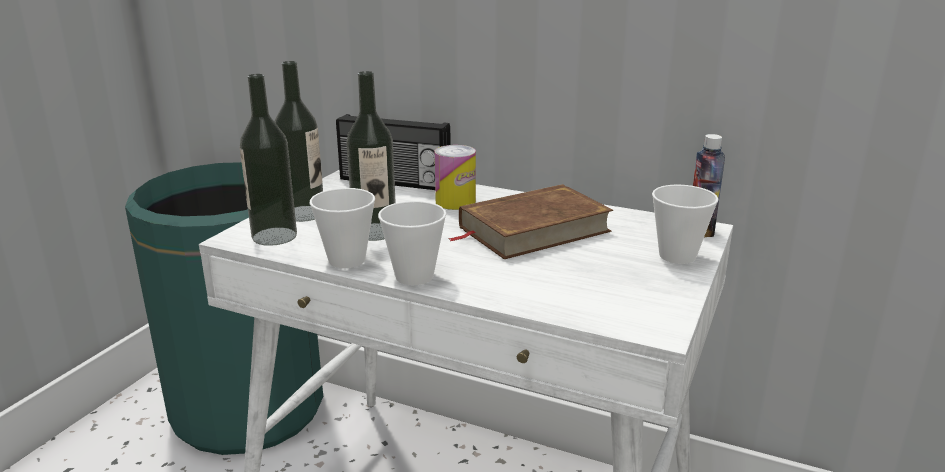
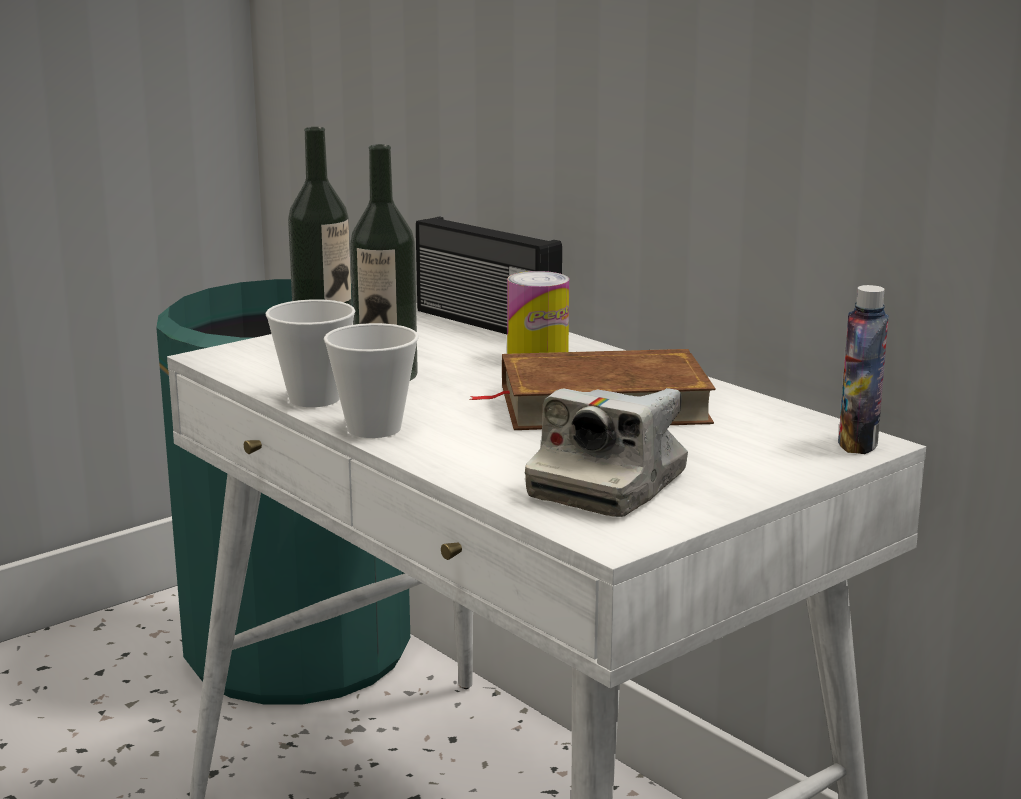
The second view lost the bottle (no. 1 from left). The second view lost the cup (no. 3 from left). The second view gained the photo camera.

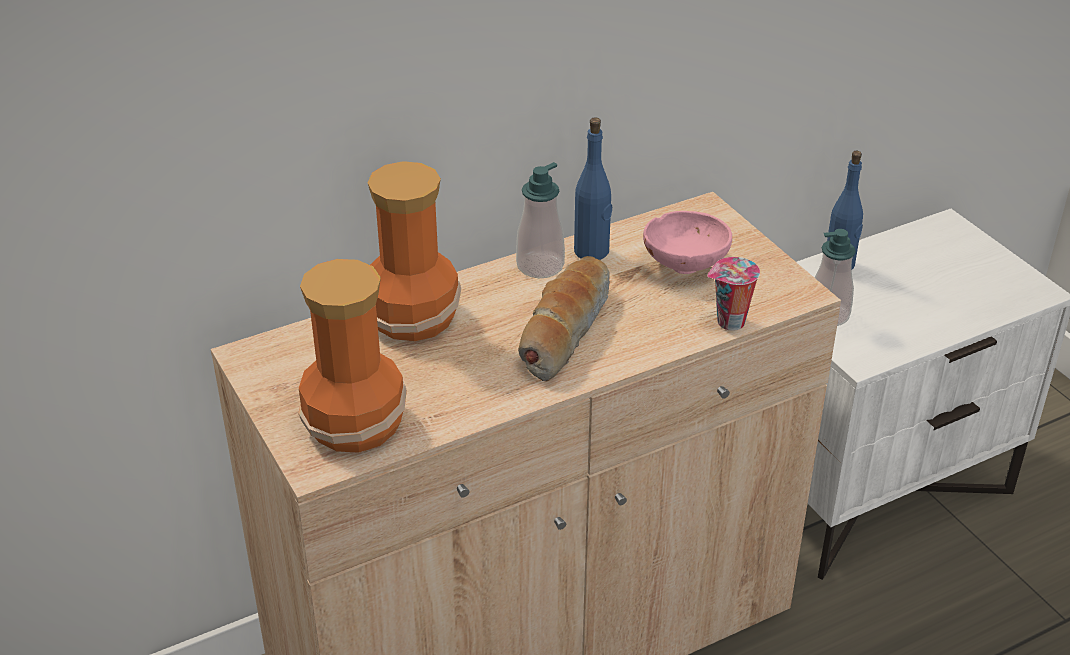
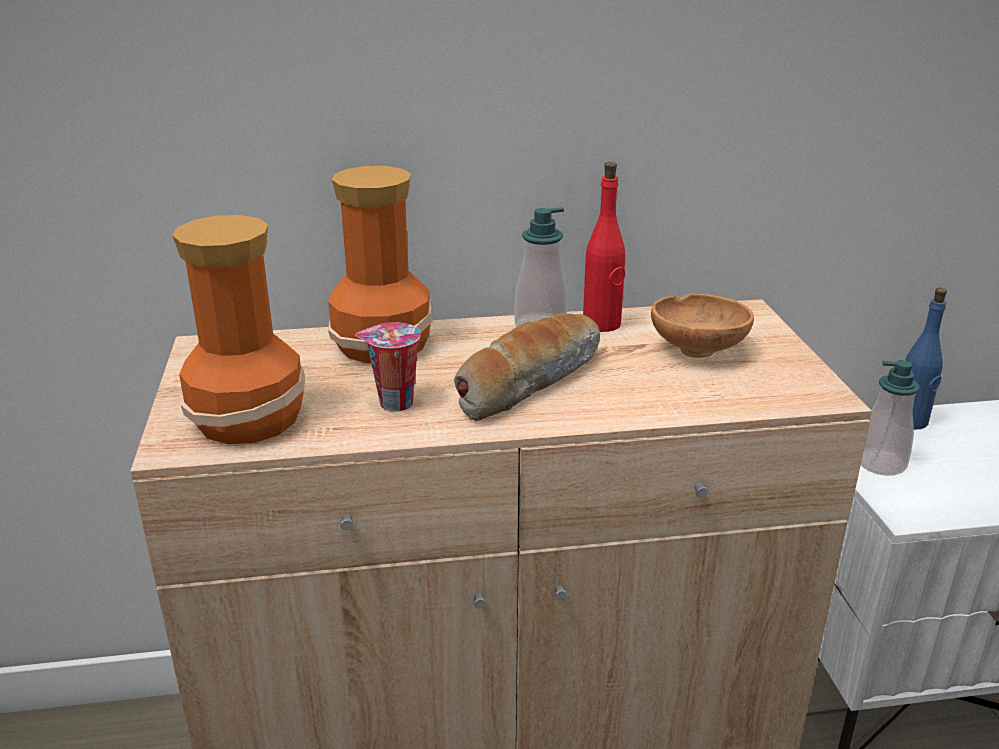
What was the blue bottle (no. 1 from left) turned into the red bottle. What was the pink bowl turned into the brown bowl. The cup ended up elsewhere.

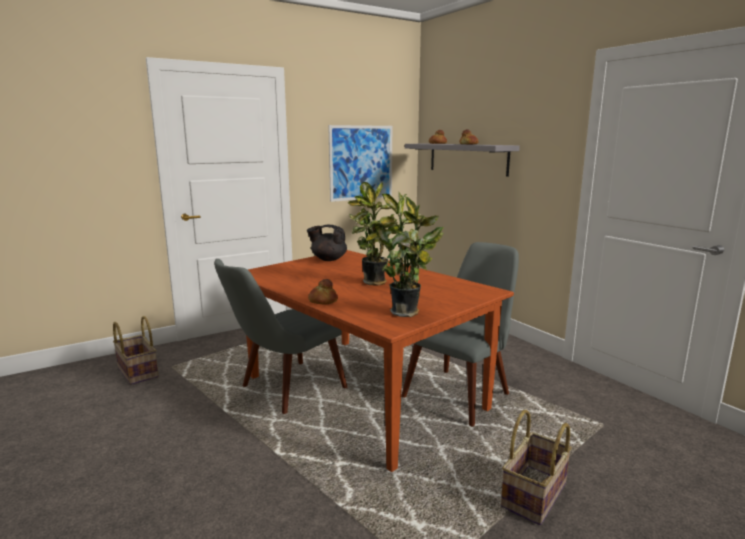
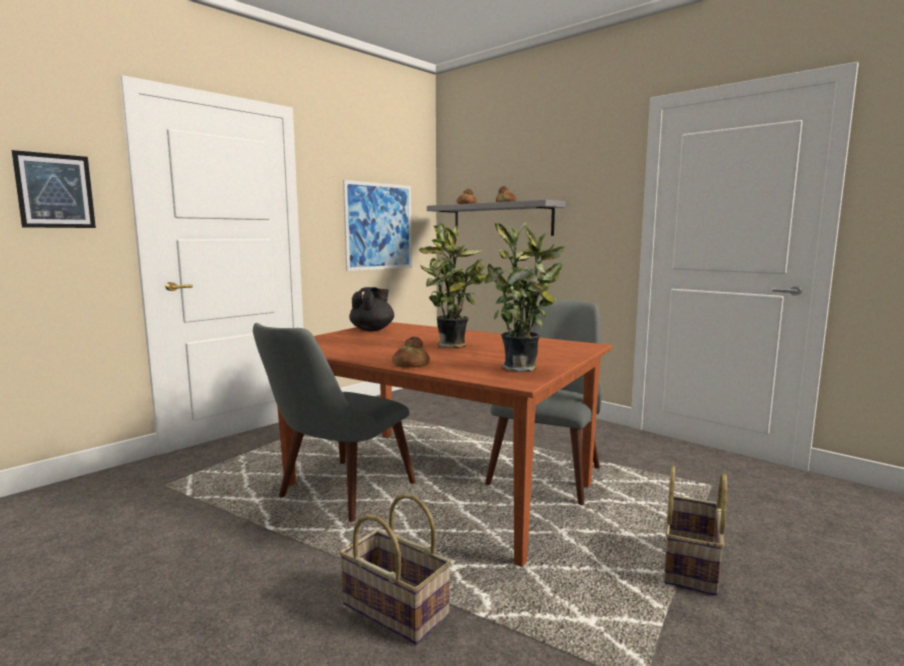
The black teapot ended up facing another way, 120 degrees clockwise from before. The basket (no. 1 from left) ended up elsewhere. The second view gained the picture (no. 1 from left).

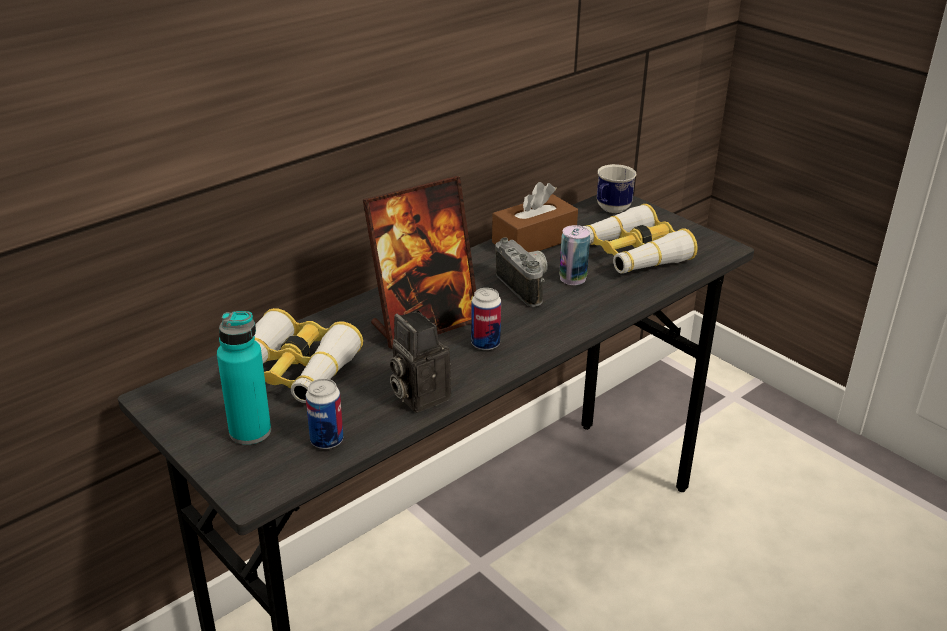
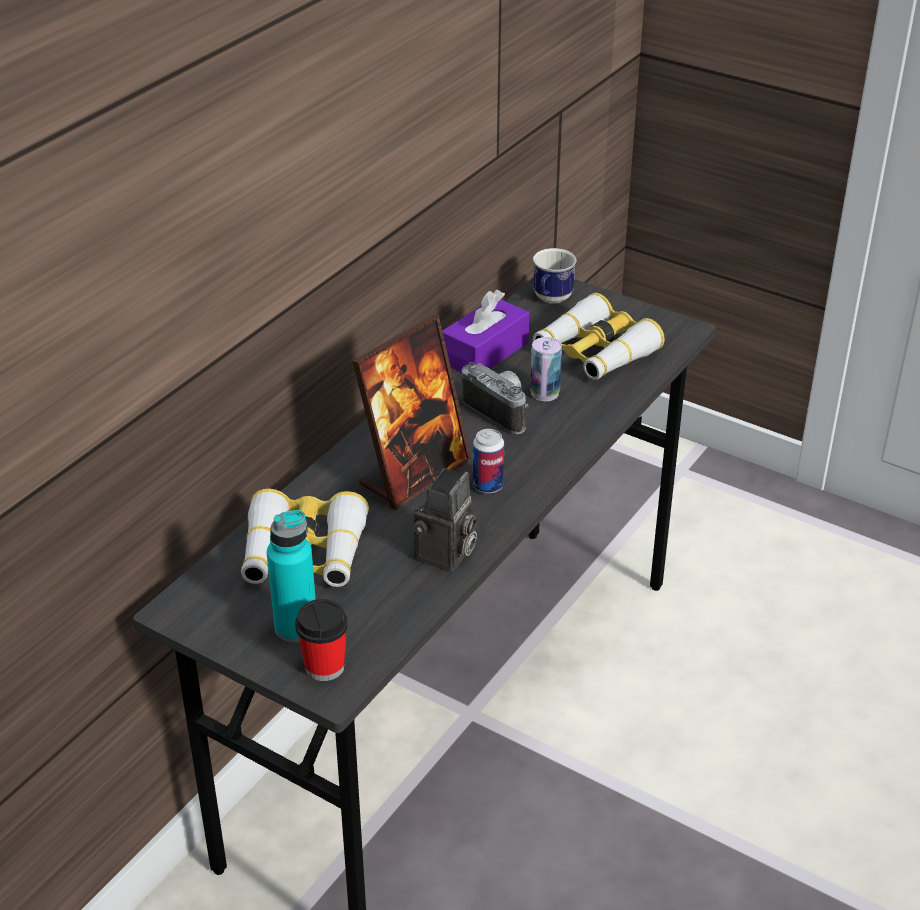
What was the brown tissue box turned into the purple tissue box. The photo camera (no. 1 from left) ended up facing another way, 105 degrees counterclockwise from before. The second view lost the can (no. 1 from left). The second view gained the cup.

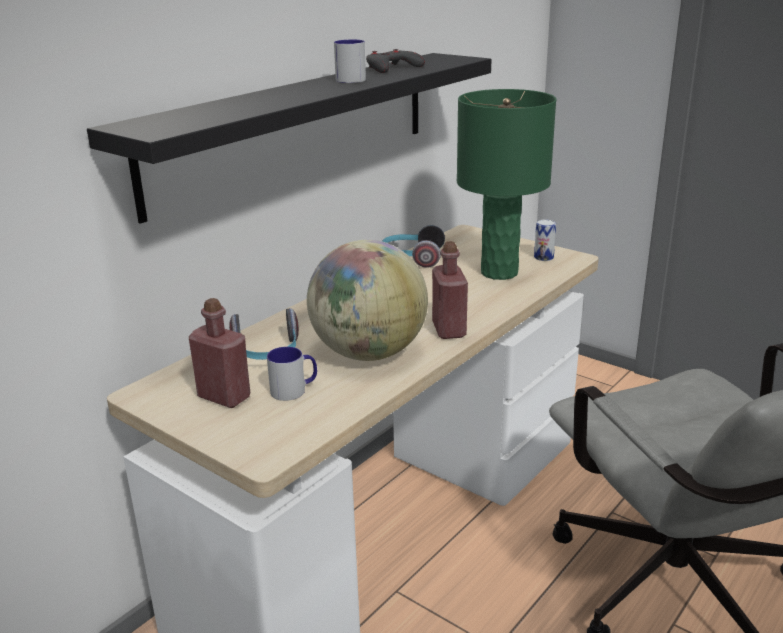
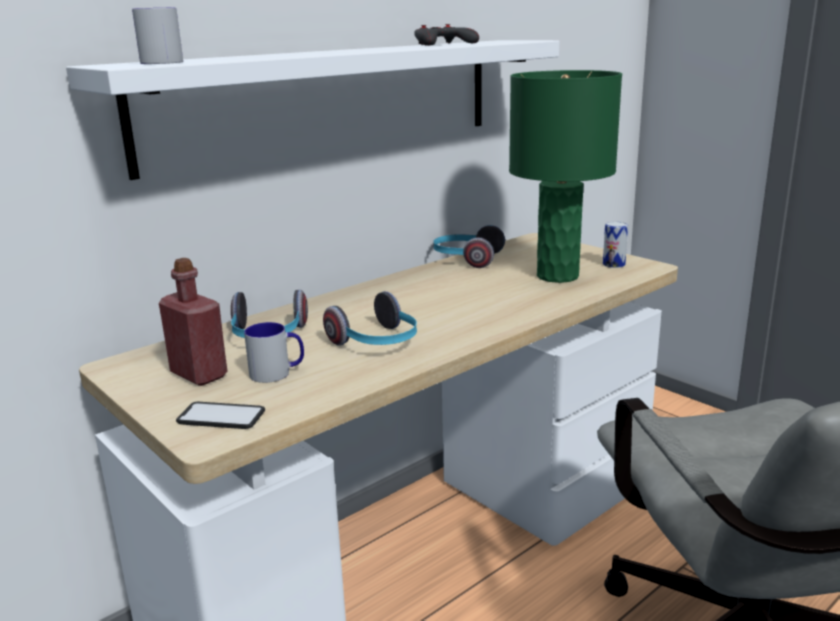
The mug (no. 2 from left in the first image) ended up elsewhere. What was the black shelf turned into the white shelf. Where the globe stood, the headphones (no. 2 from left) came to stand. The second view lost the red bottle (no. 2 from left). The second view gained the phone.

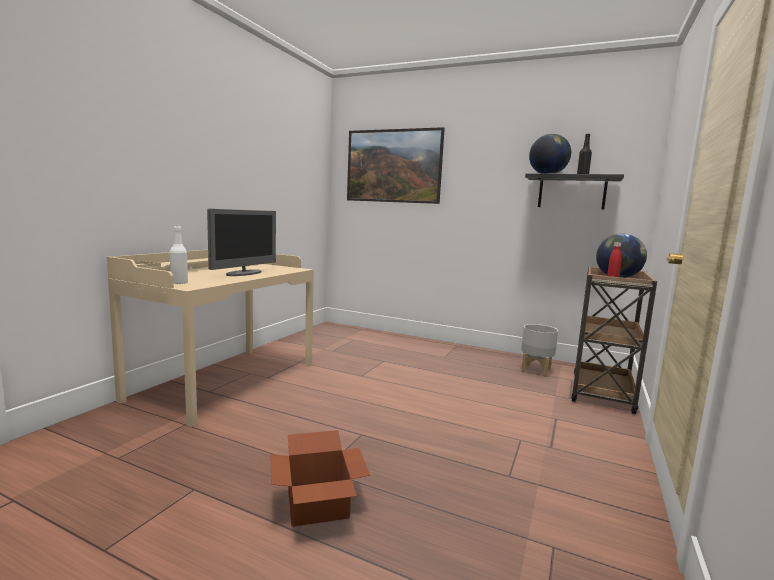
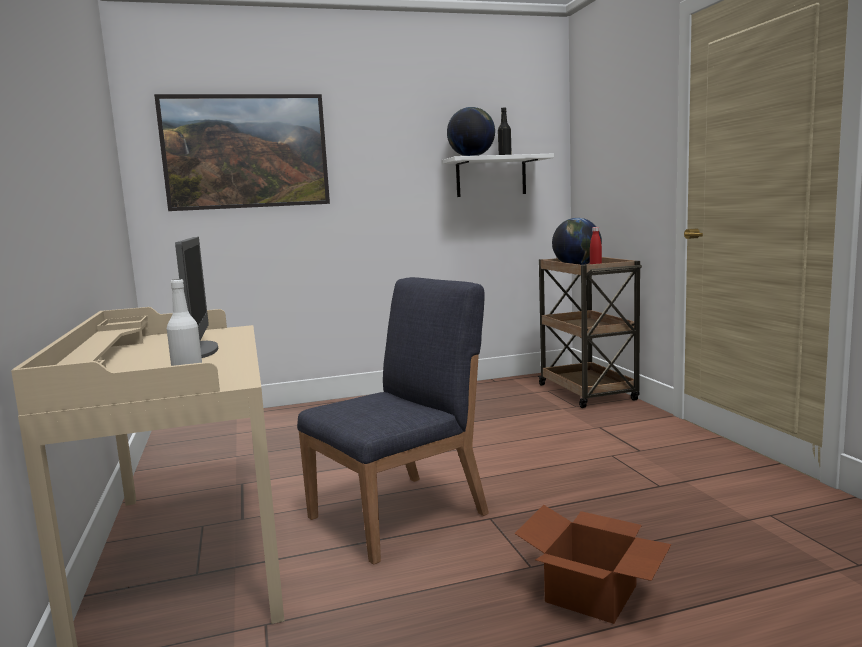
What was the black shelf turned into the white shelf. The second view lost the grey planter. The second view gained the blue chair.

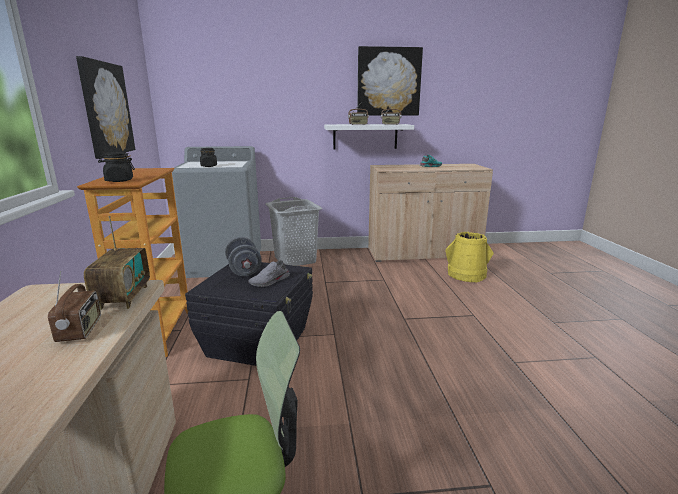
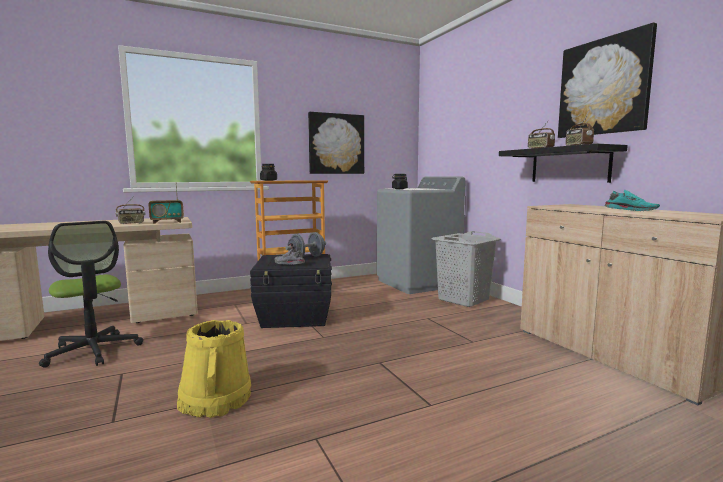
What was the white shelf turned into the black shelf. The yellow bucket ended up elsewhere.

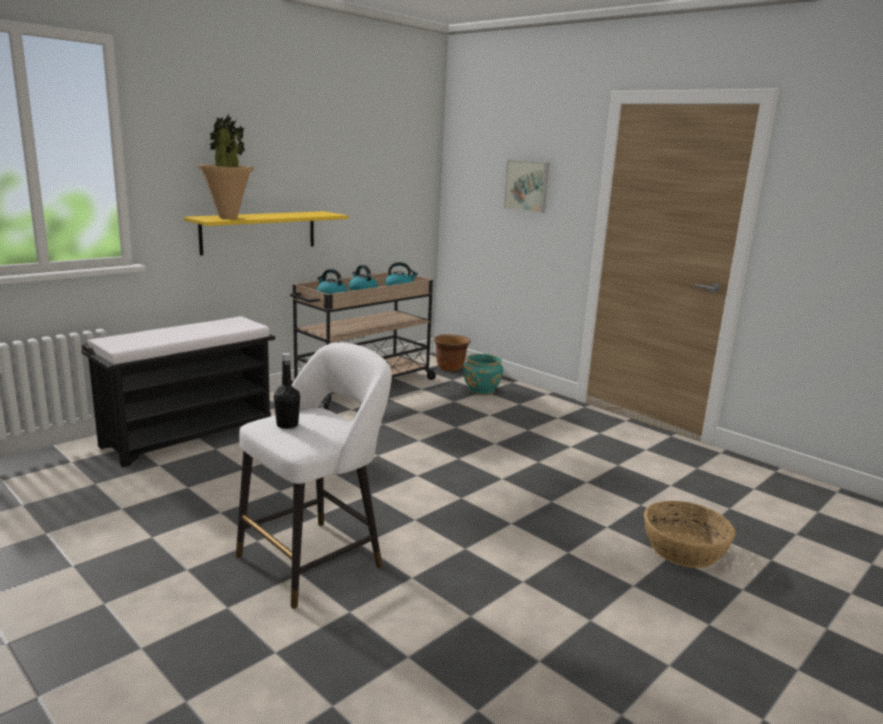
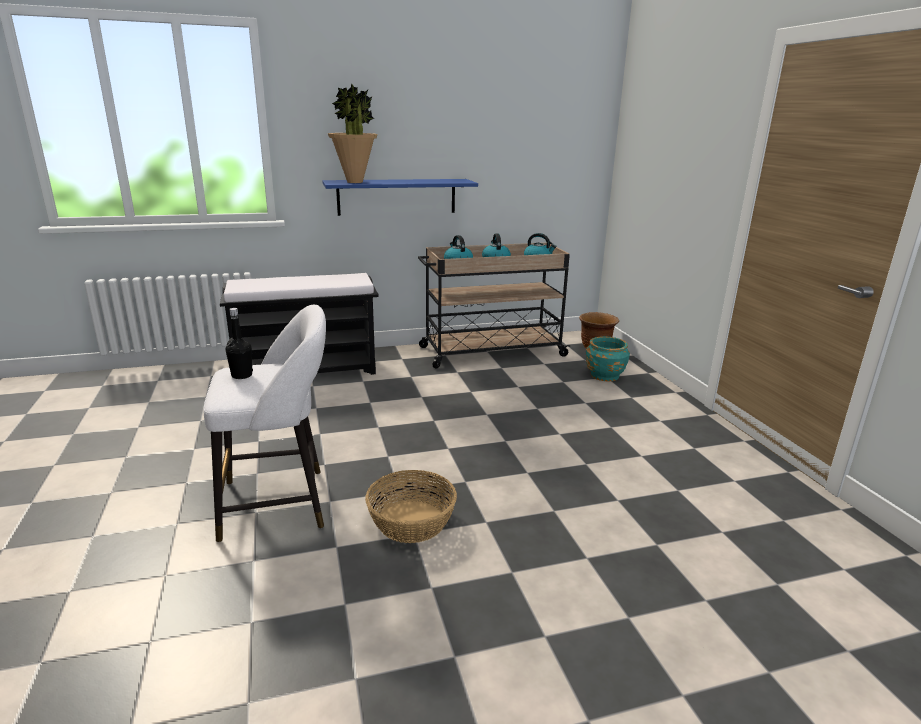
The second view lost the picture. What was the yellow shelf turned into the blue shelf. The basket ended up elsewhere.

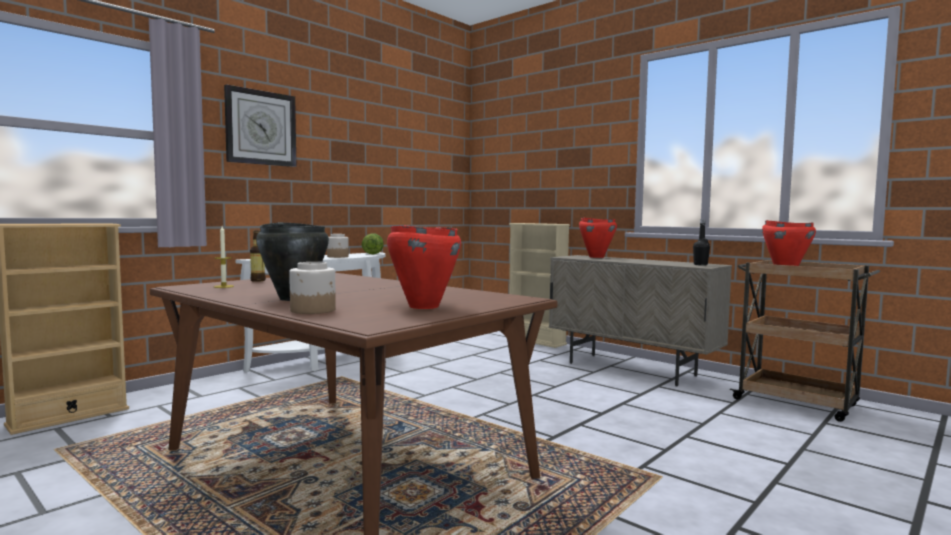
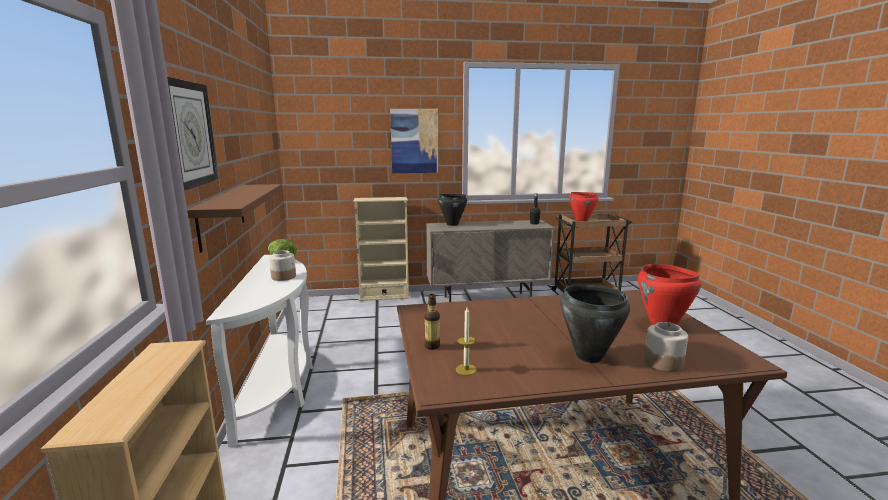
What was the red cooking pot (no. 2 from left) turned into the black cooking pot (no. 1 from left). The second view gained the picture. The second view gained the brown shelf.

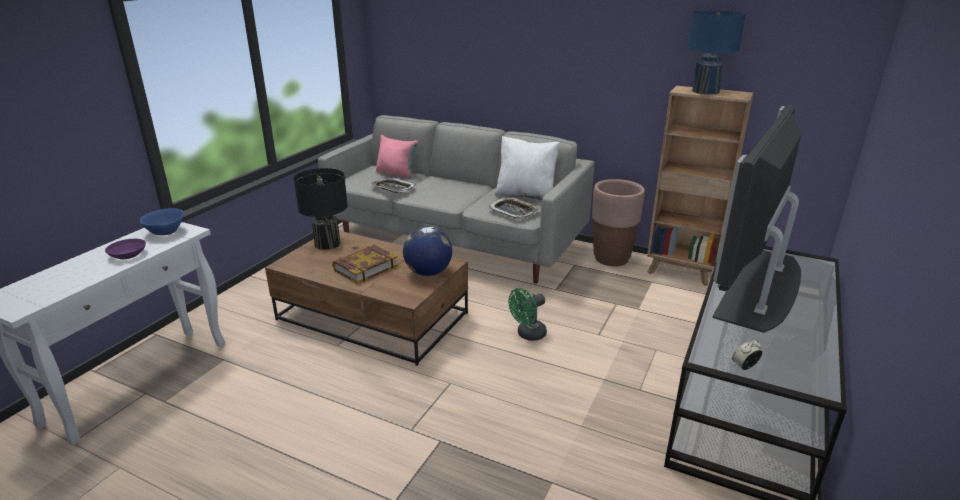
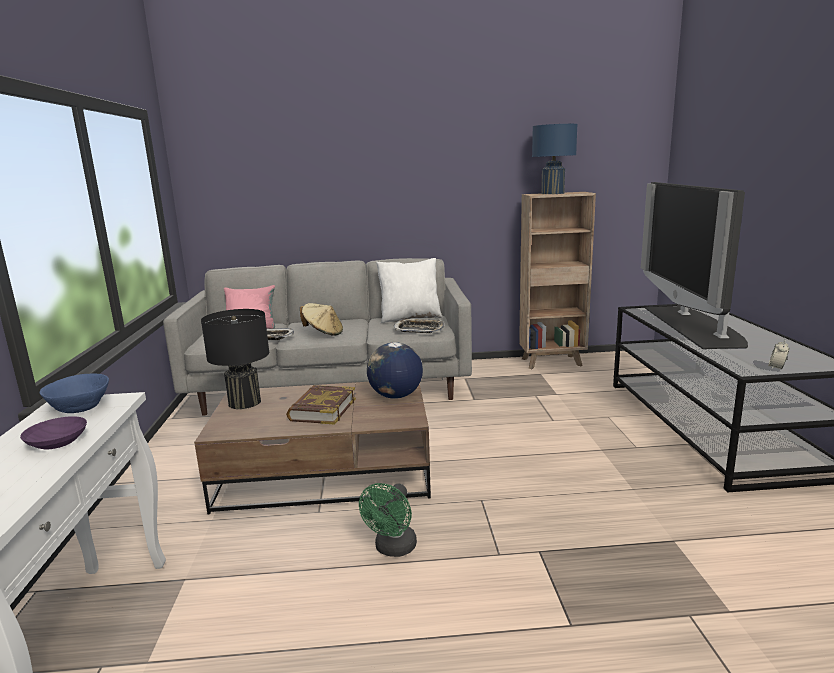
The second view lost the brown planter. The green fan ended up elsewhere. The second view gained the beige hat.

